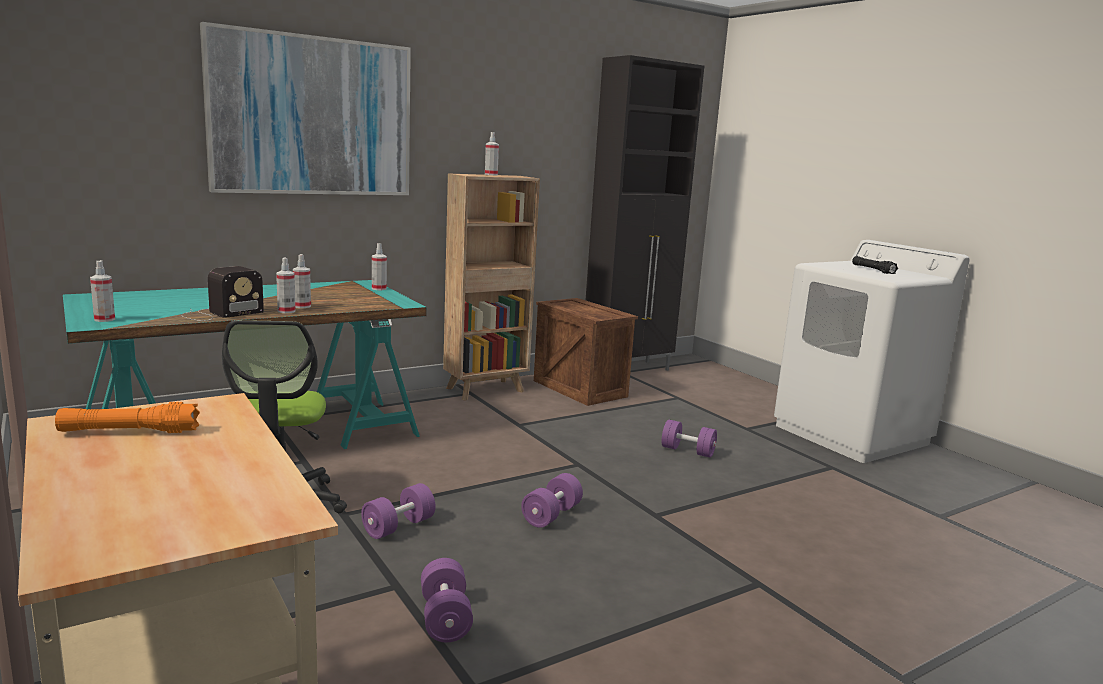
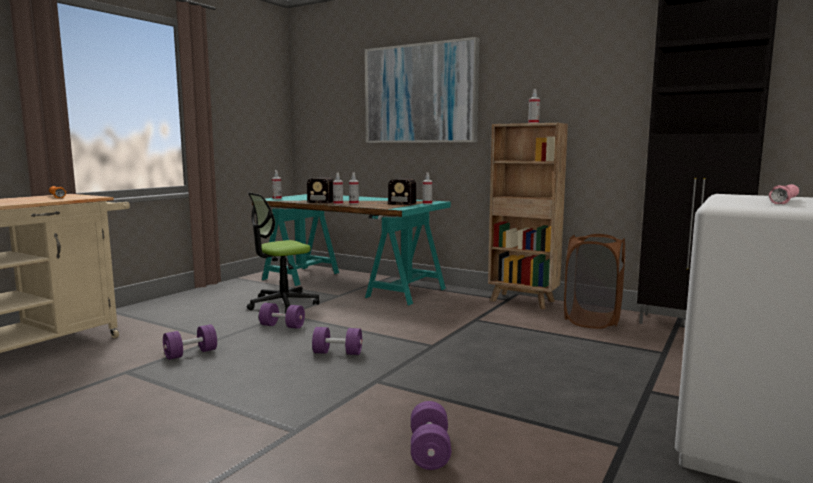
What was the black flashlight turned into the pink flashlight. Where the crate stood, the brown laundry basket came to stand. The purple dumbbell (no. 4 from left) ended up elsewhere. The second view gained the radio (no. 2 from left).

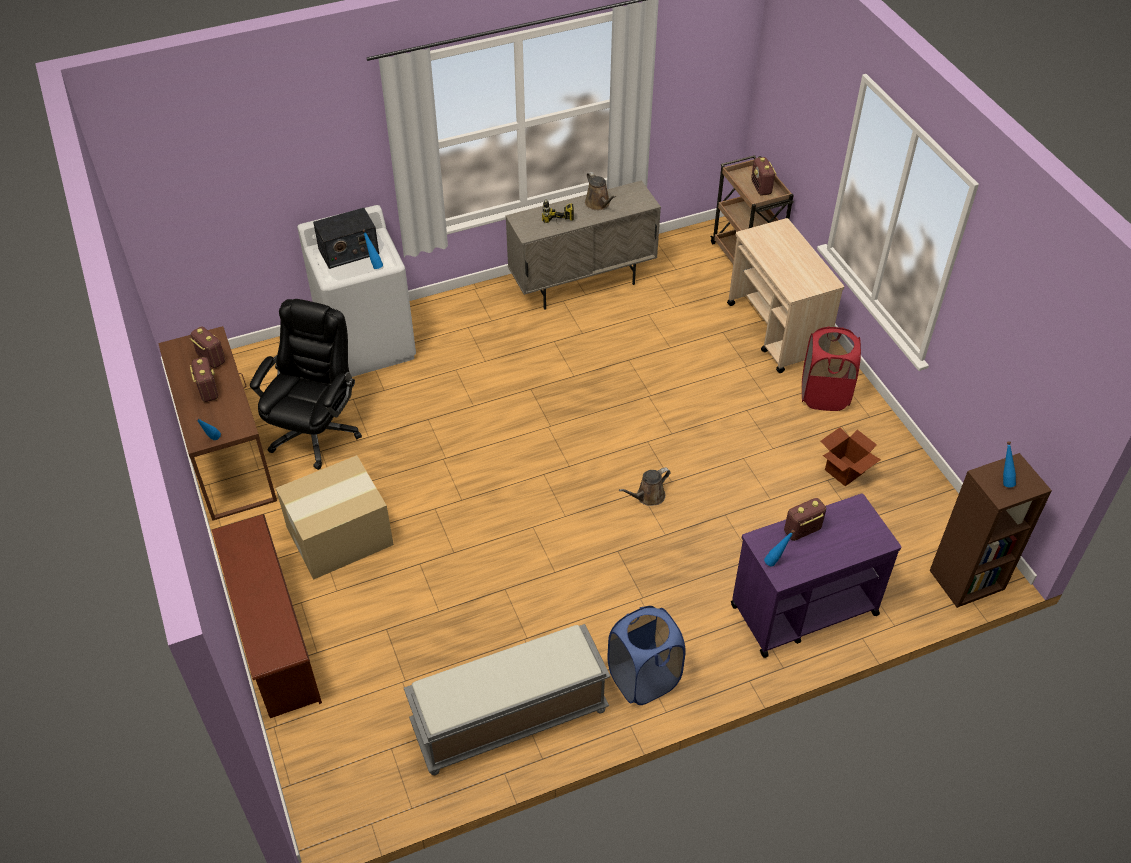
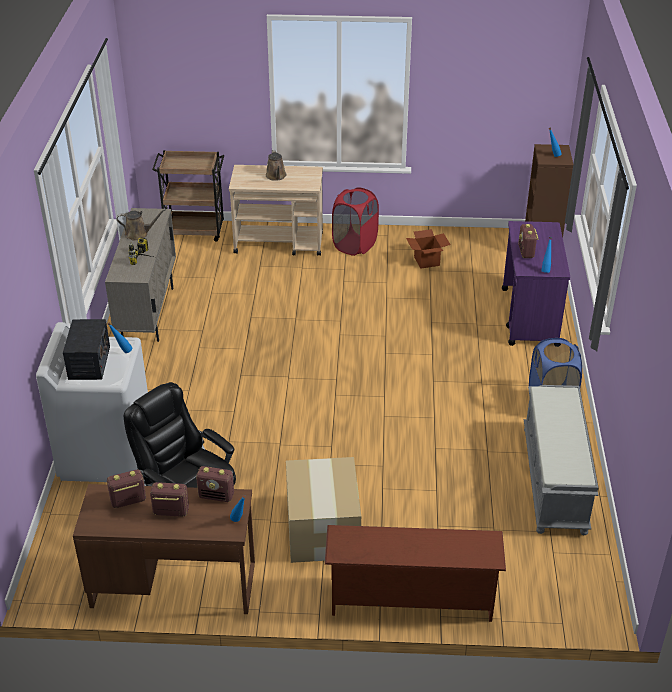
The radio (no. 4 from left) ended up elsewhere. The brown watering can (no. 2 from left) ended up elsewhere.

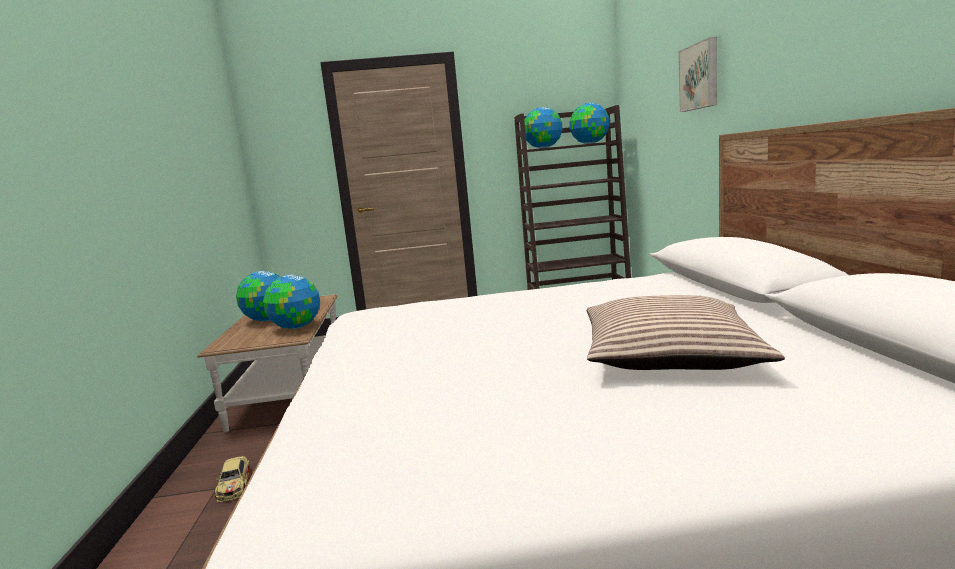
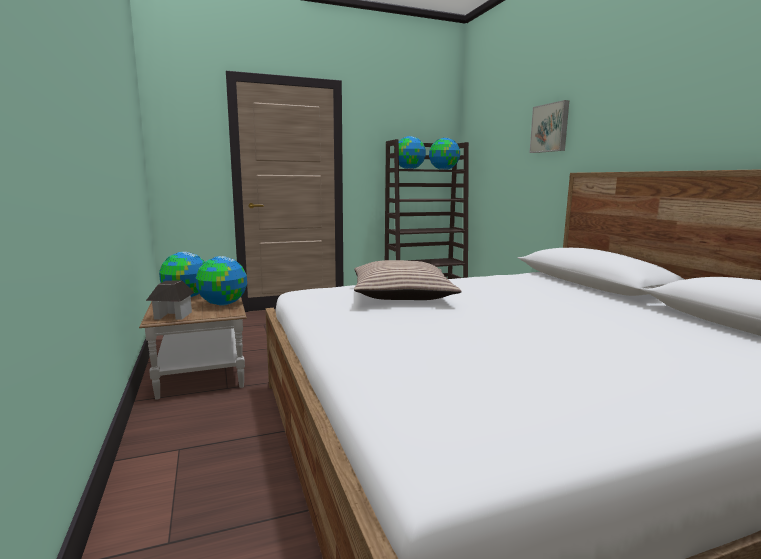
The pillow ended up elsewhere. The second view lost the toy car. The second view gained the toy house.

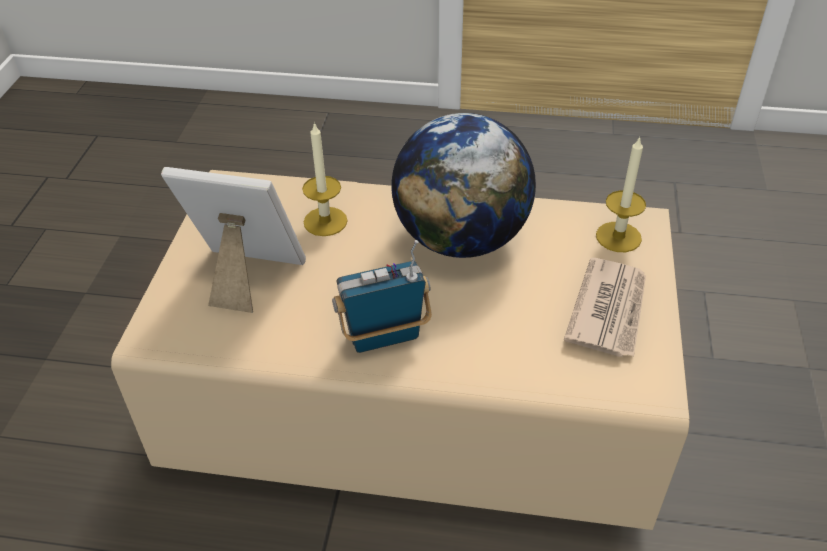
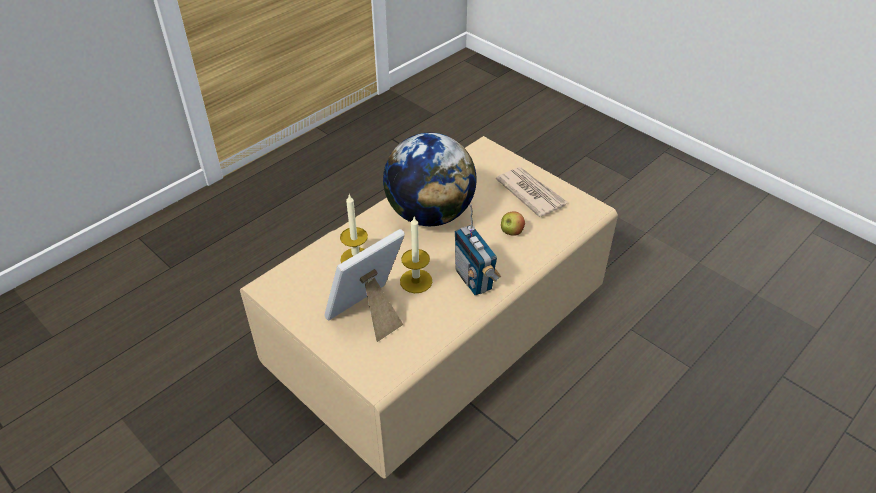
The candle (no. 2 from left) ended up elsewhere. The radio ended up facing another way, 45 degrees counterclockwise from before. The second view gained the apple.

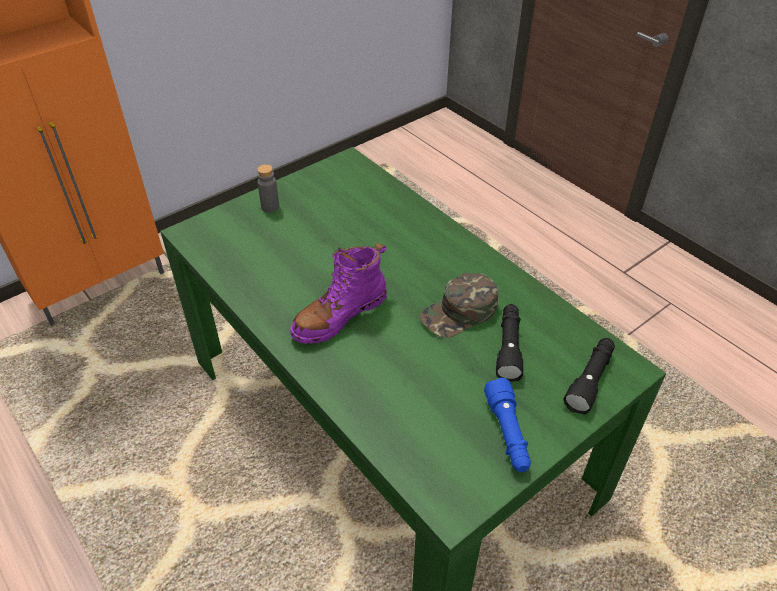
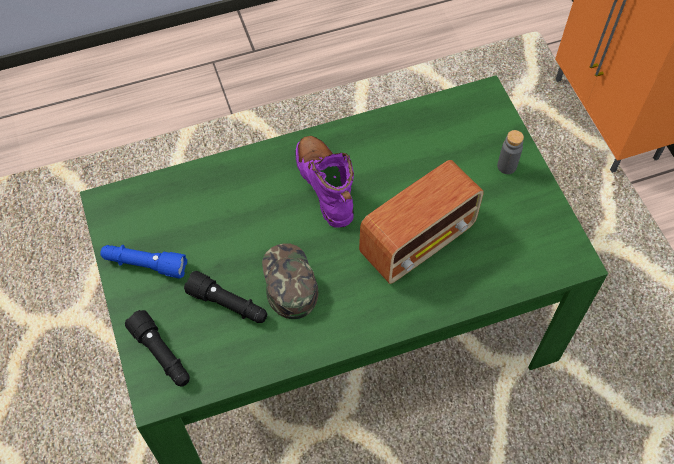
The second view gained the radio.

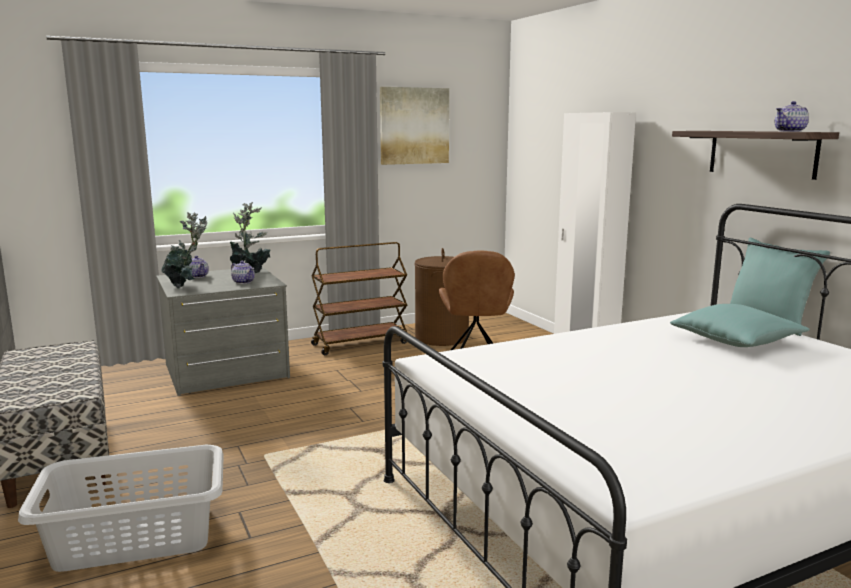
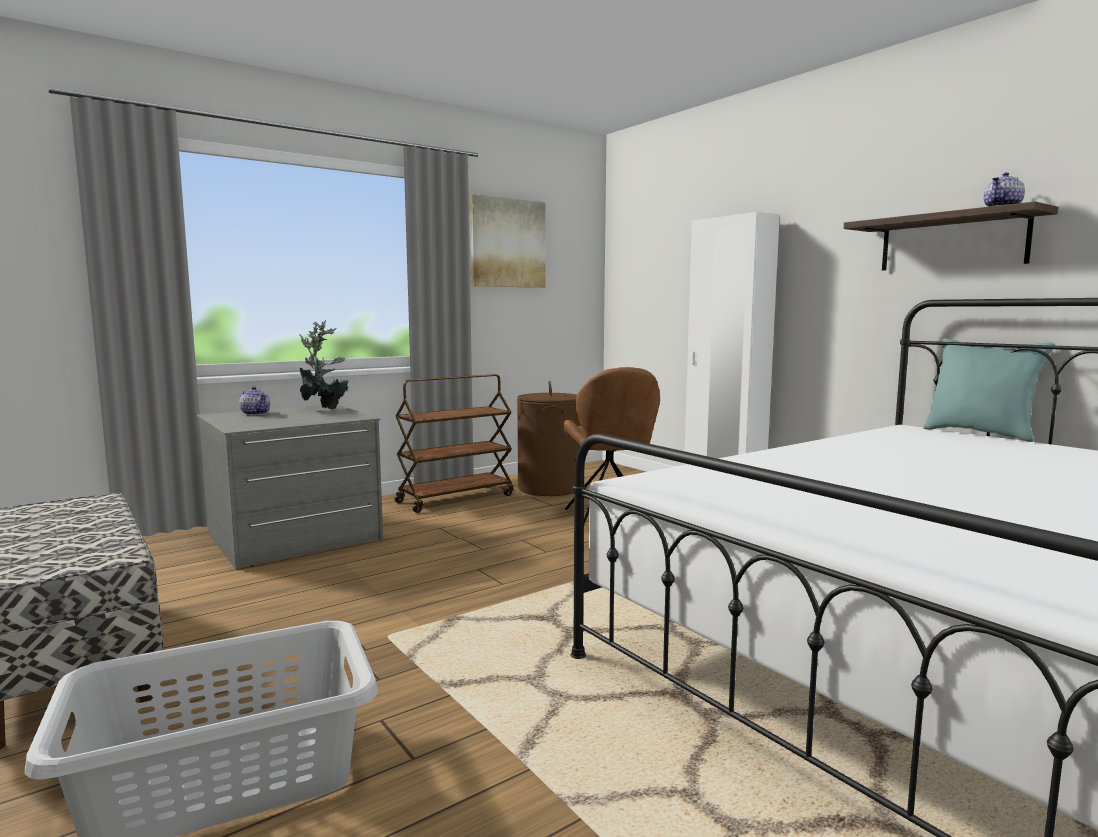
The second view lost the potted plant (no. 1 from left). The second view lost the teapot (no. 2 from left). The second view lost the turquoise pillow (no. 1 from left).

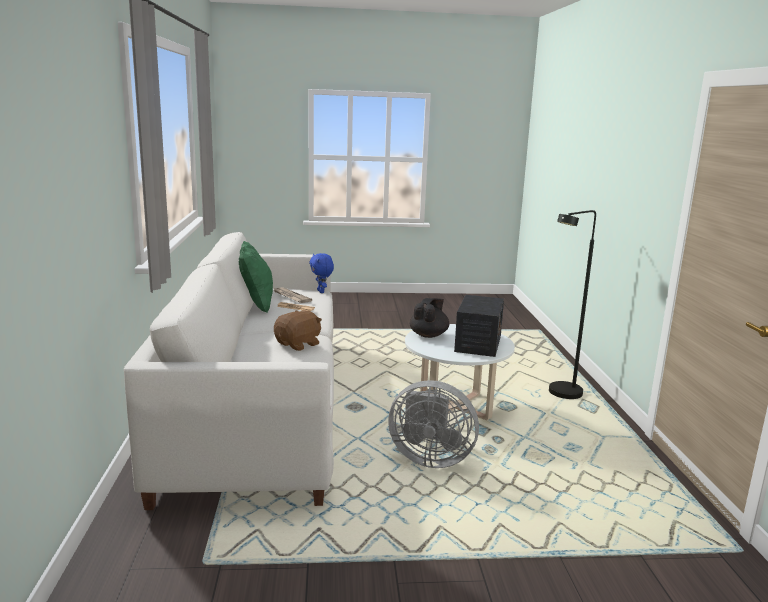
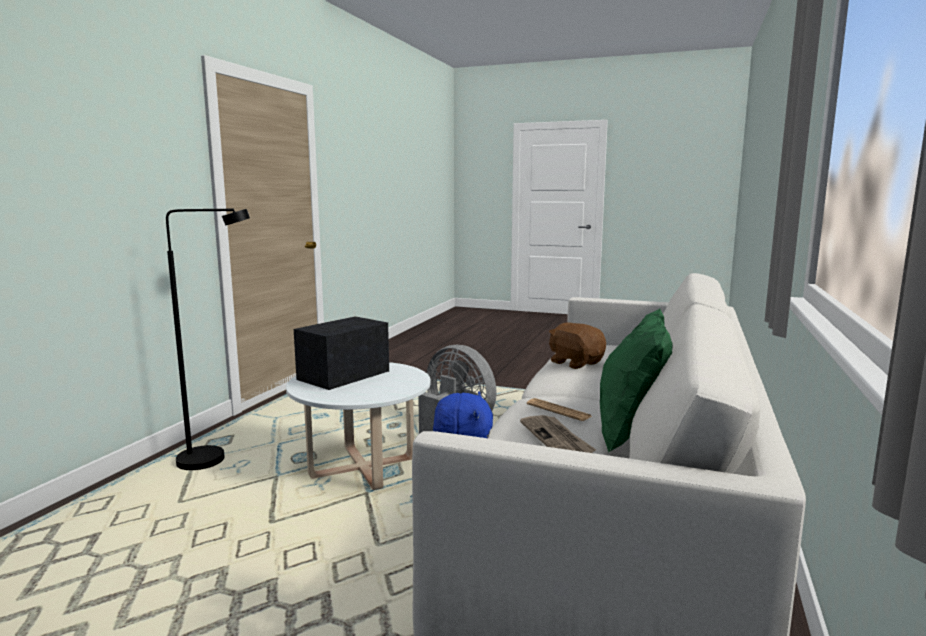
The second view lost the black teapot. The brown plush toy ended up facing another way, 75 degrees clockwise from before.

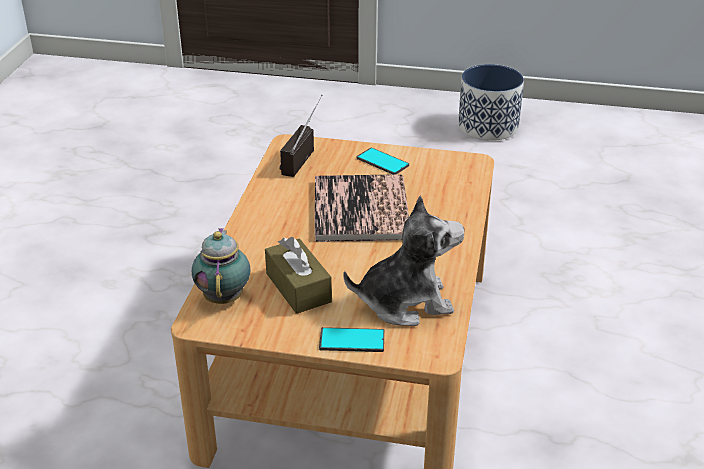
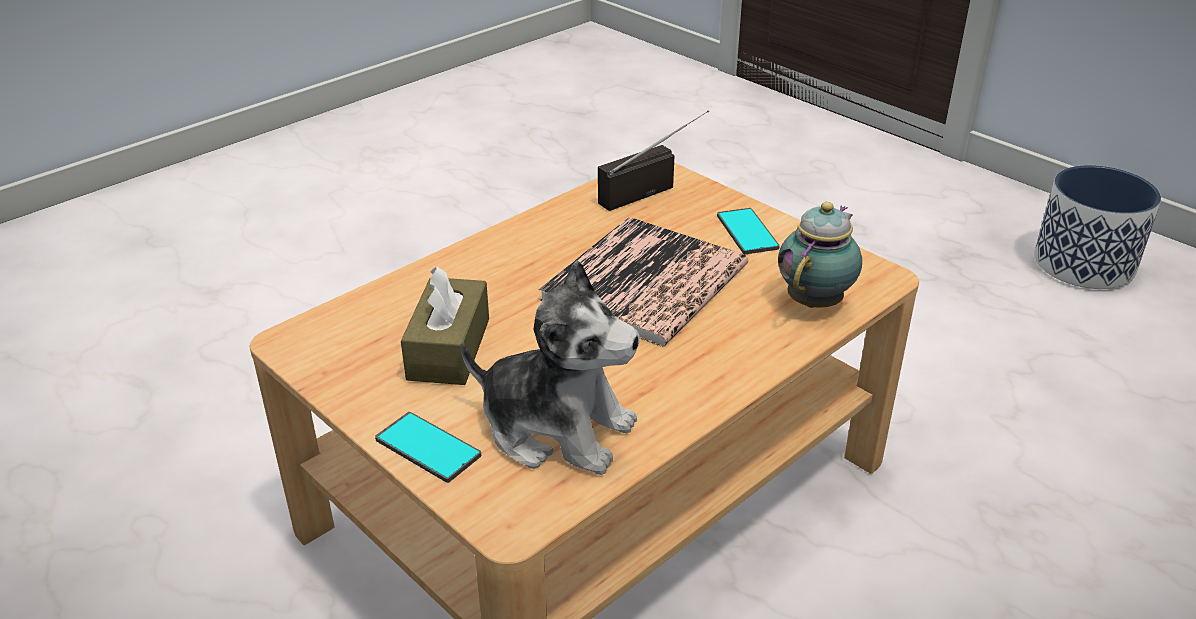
The teapot ended up elsewhere.

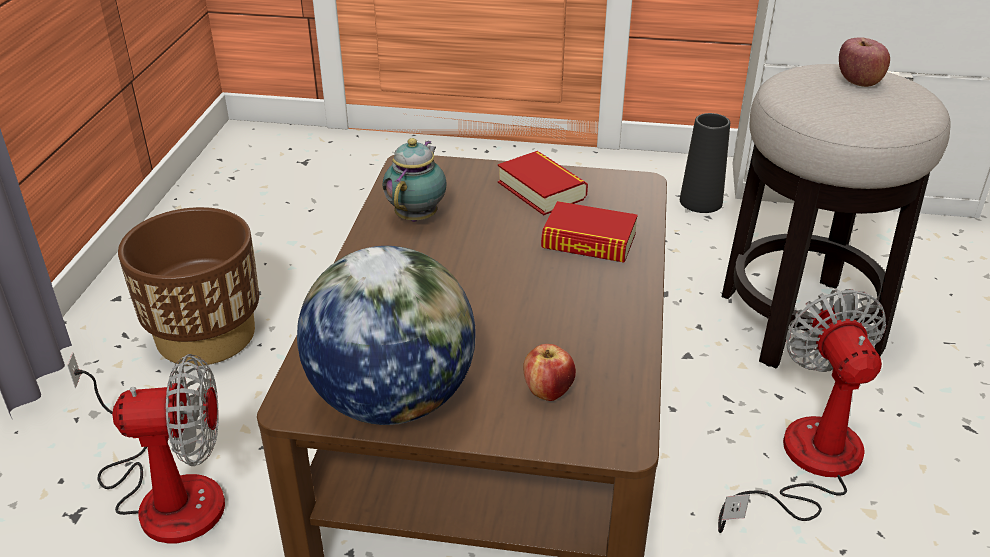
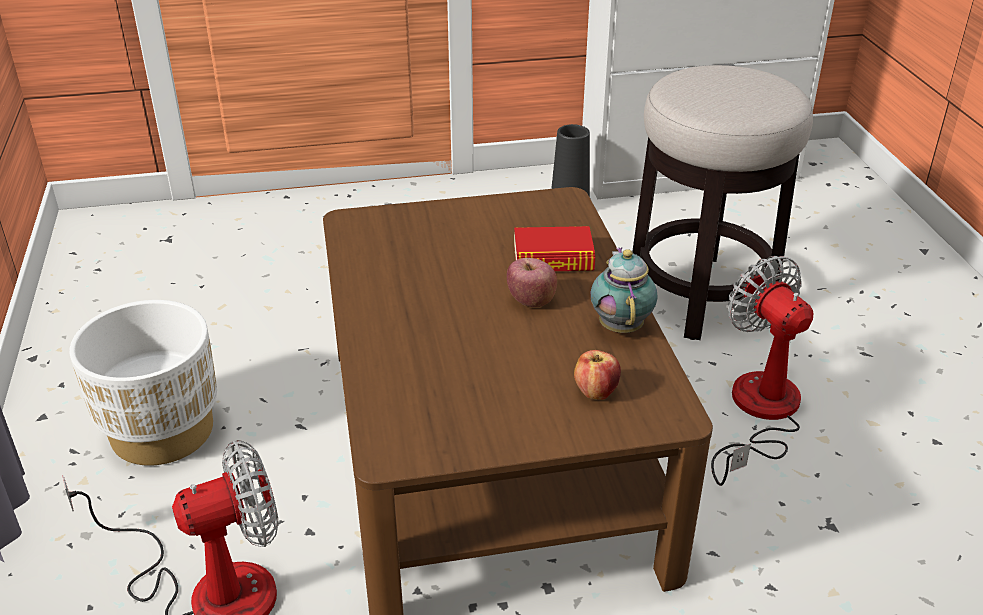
The apple (no. 2 from left in the first image) ended up elsewhere. The teapot ended up elsewhere. The second view lost the book (no. 1 from left). What was the brown planter turned into the white planter. The second view lost the globe.

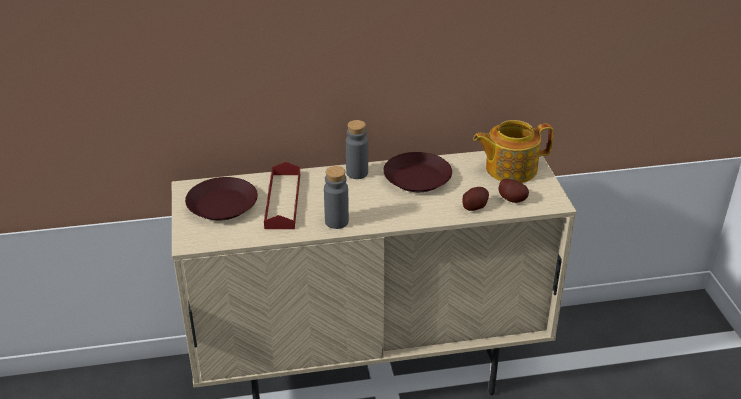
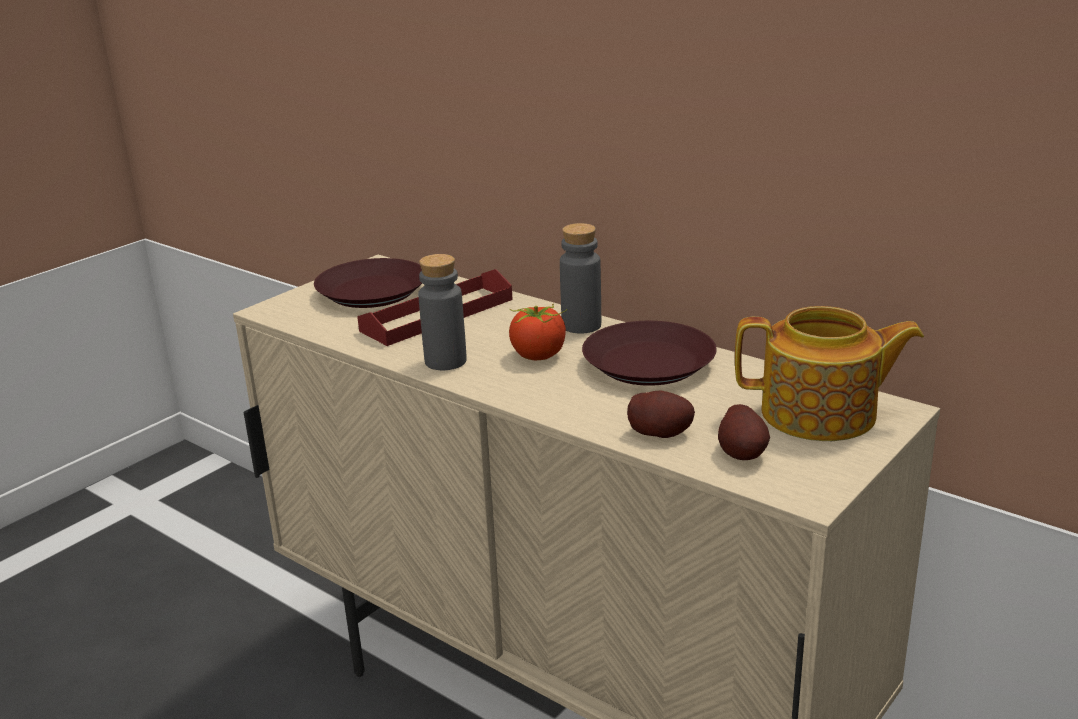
The teapot ended up facing another way, 150 degrees clockwise from before. The second view gained the tomato.

